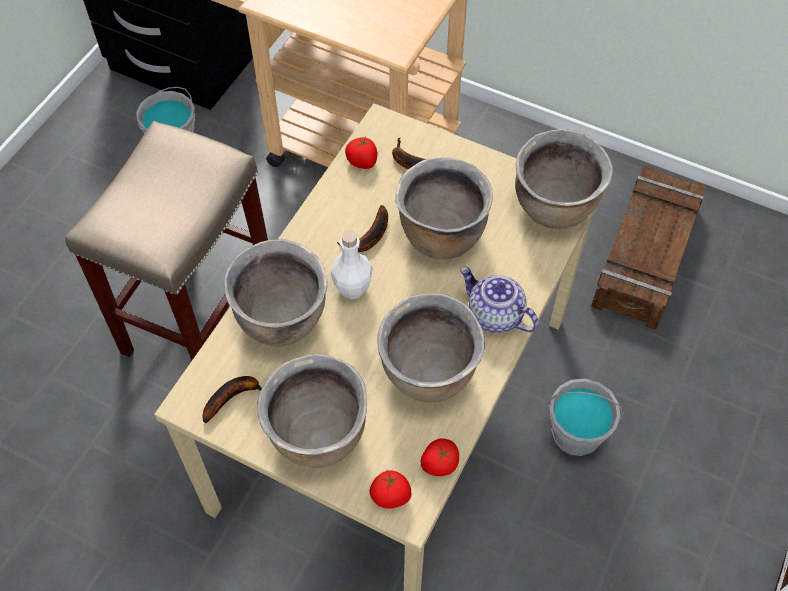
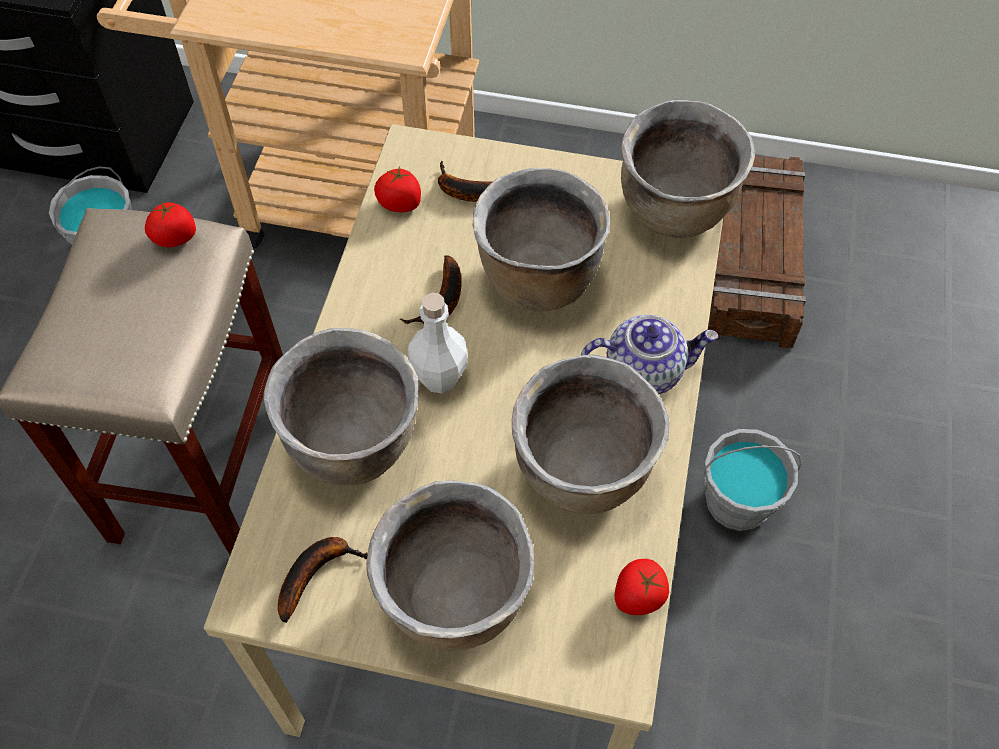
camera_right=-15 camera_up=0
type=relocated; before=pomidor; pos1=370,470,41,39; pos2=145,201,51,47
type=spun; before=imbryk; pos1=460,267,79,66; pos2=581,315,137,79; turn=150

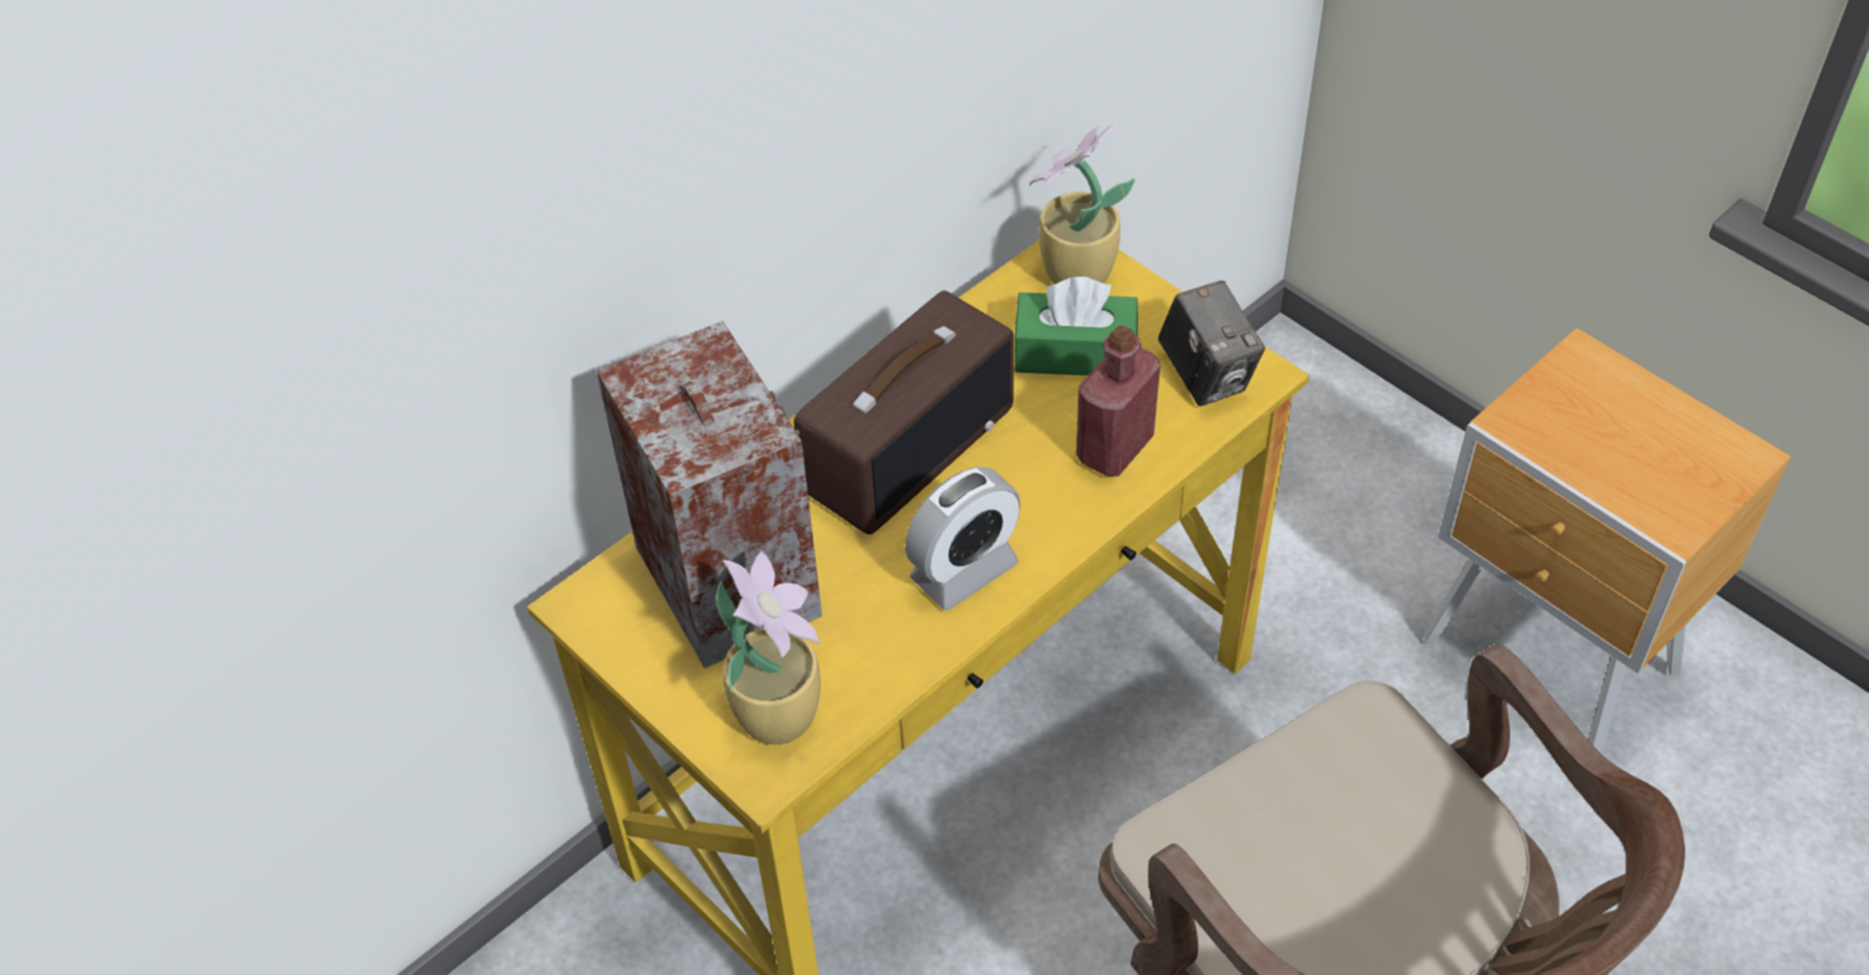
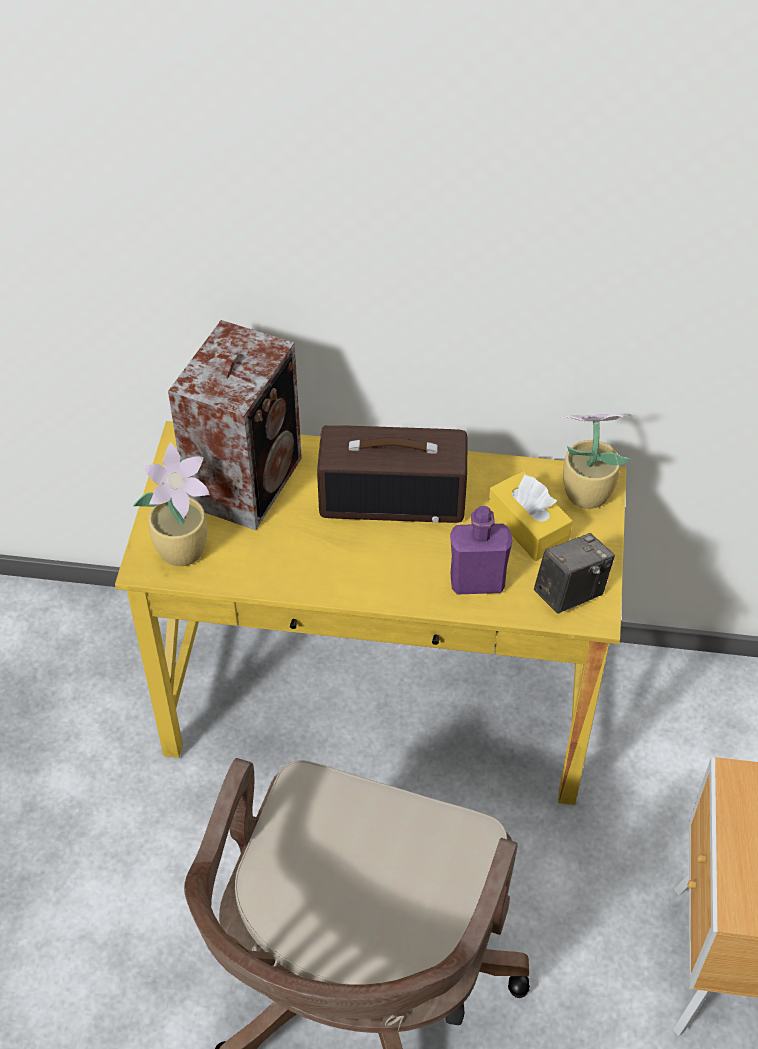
camera_right=50 camera_up=0
type=missing; before=budzik; pos1=905,467,115,144
type=colour; before=pudełko chusteczek (zielony); after=pudełko chusteczek (żółty); pos1=1014,277,124,99; pos2=488,471,85,90
type=colour; before=butelka (czerwony); after=butelka (fioletowy); pos1=1076,325,84,151; pos2=450,506,63,89
type=spun; before=aparat fotograficzny; pos1=1158,280,107,126; pos2=534,533,81,81; turn=-150

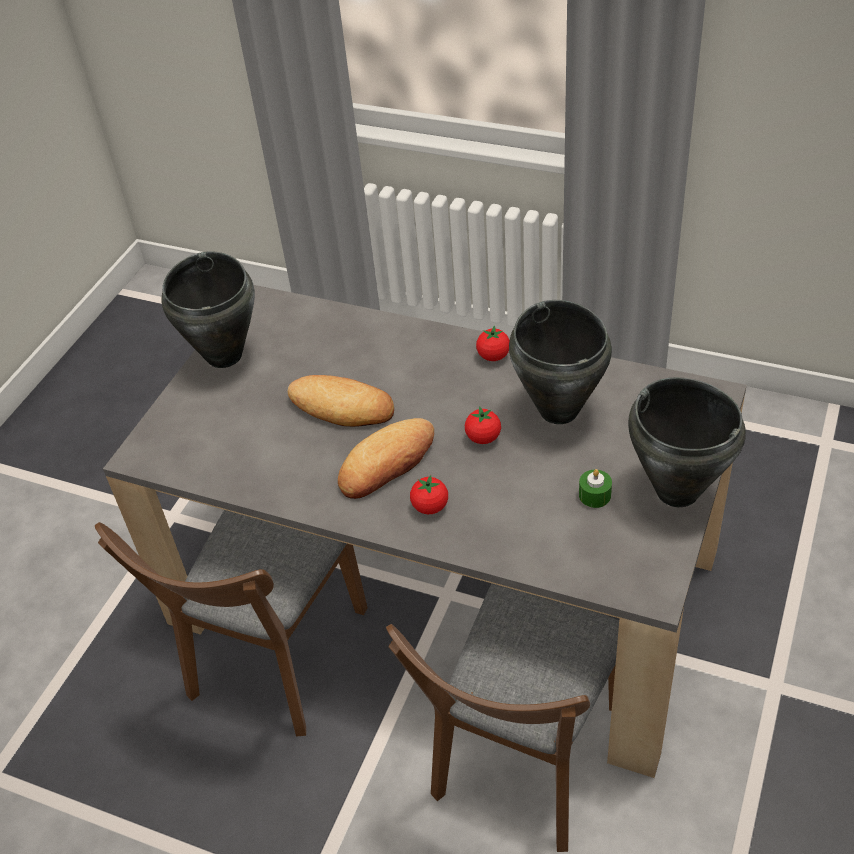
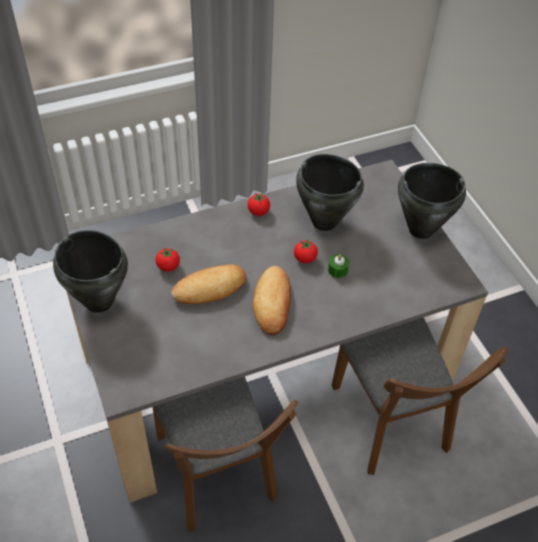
camera_right=-50 camera_up=5
type=relocated; before=pomidor; pos1=410,475,38,39; pos2=156,248,24,24
type=relocated; before=świeca (zielony); pos1=579,469,33,39; pos2=328,254,21,24

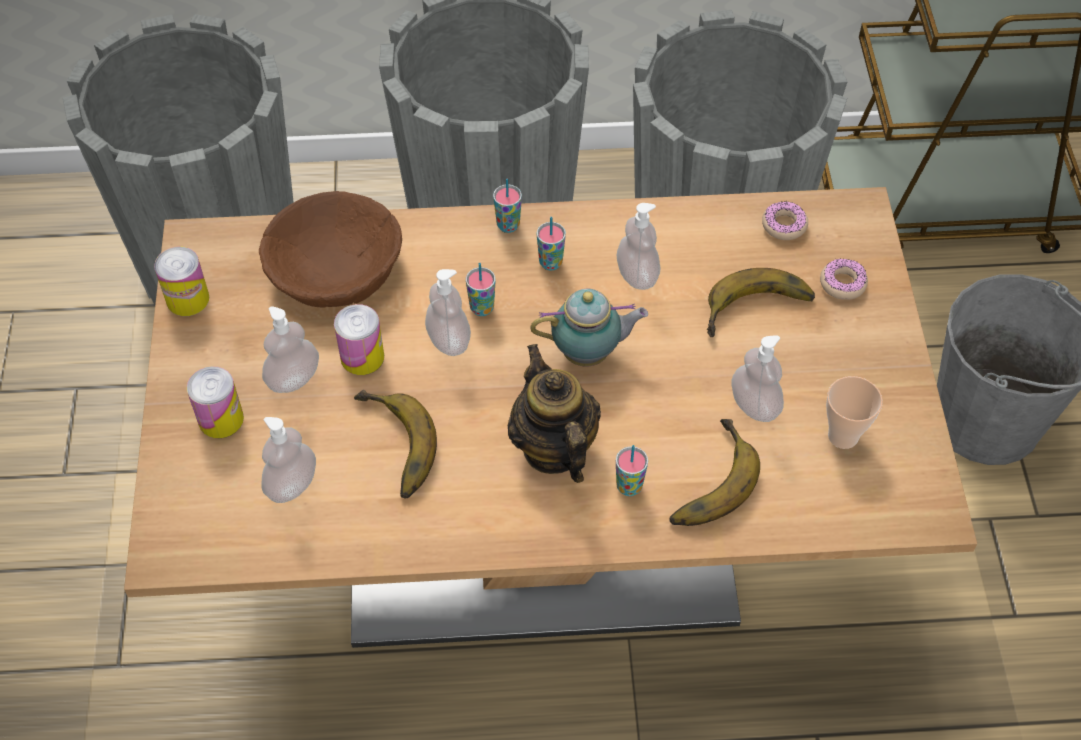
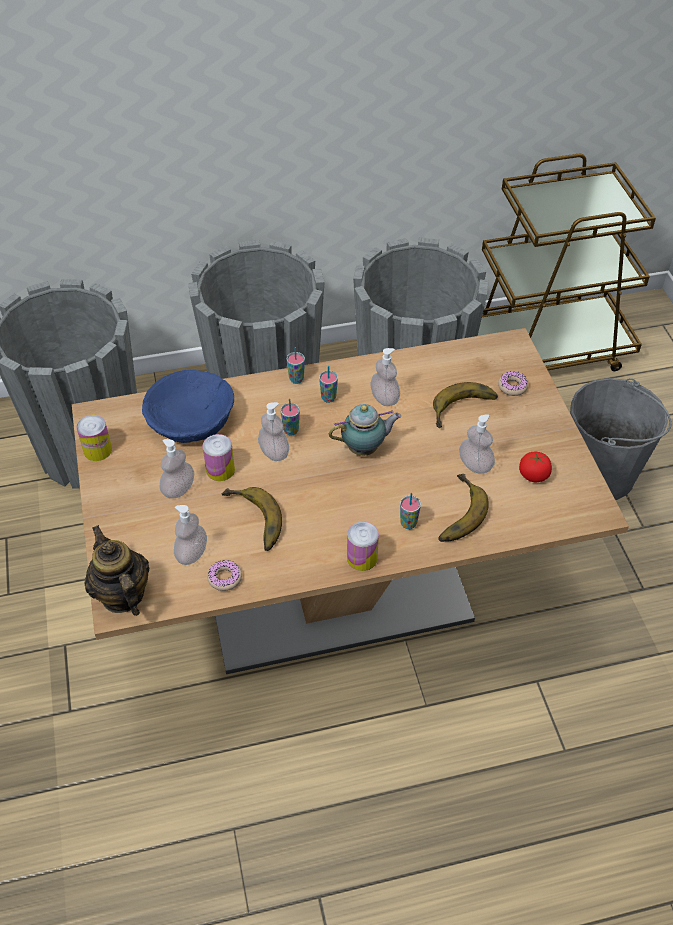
camera_right=-10 camera_up=-5
type=relocated; before=puszka; pos1=187,366,57,72; pos2=347,522,32,49
type=colour; before=miska (brązowy); after=miska (niebieski); pos1=259,191,143,117; pos2=142,370,92,73
type=relocated; before=imbryk; pos1=508,344,93,139; pos2=85,525,64,91
type=relocated; before=donut; pos1=762,201,46,39; pos2=207,560,35,31
type=exchanged; before=filiżanka; after=pomidor; pos1=826,376,57,73; pos2=519,452,33,30

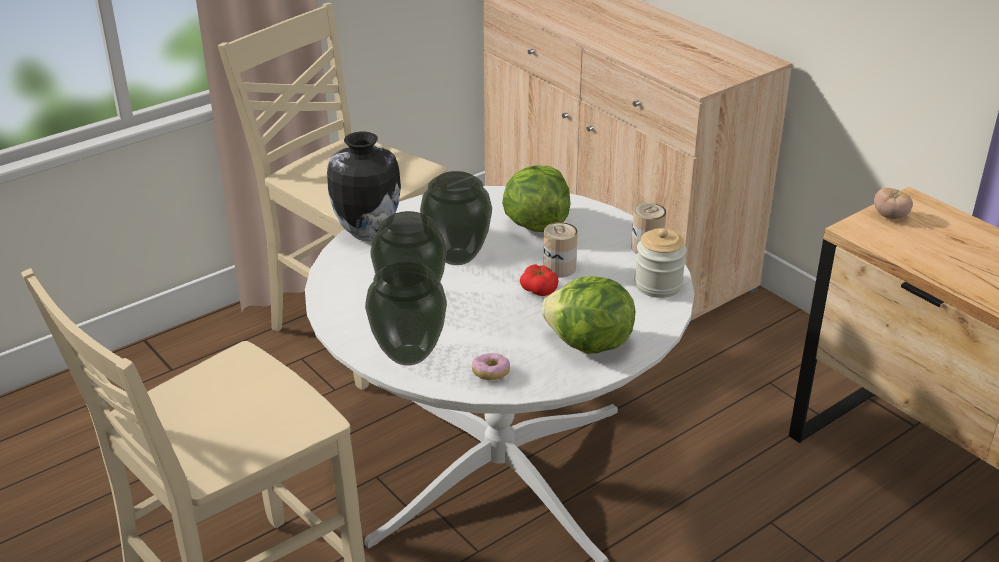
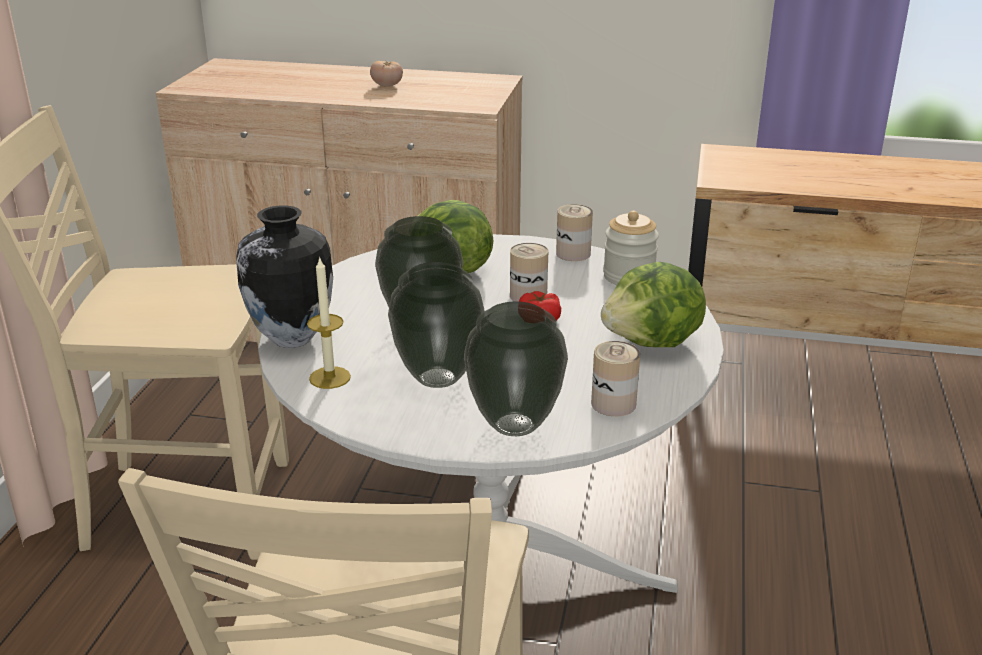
camera_right=-40 camera_up=-5
type=exchanged; before=donut; after=puszka; pos1=472,353,38,27; pos2=591,341,49,75
type=relocated; before=pomidor; pos1=874,188,39,31; pos2=370,61,33,25
type=appeared; after=świeca; pos2=307,256,44,133

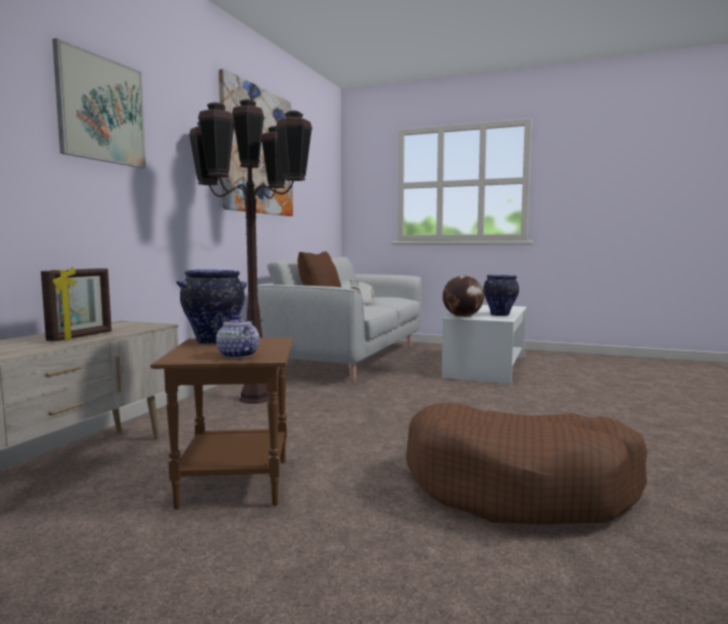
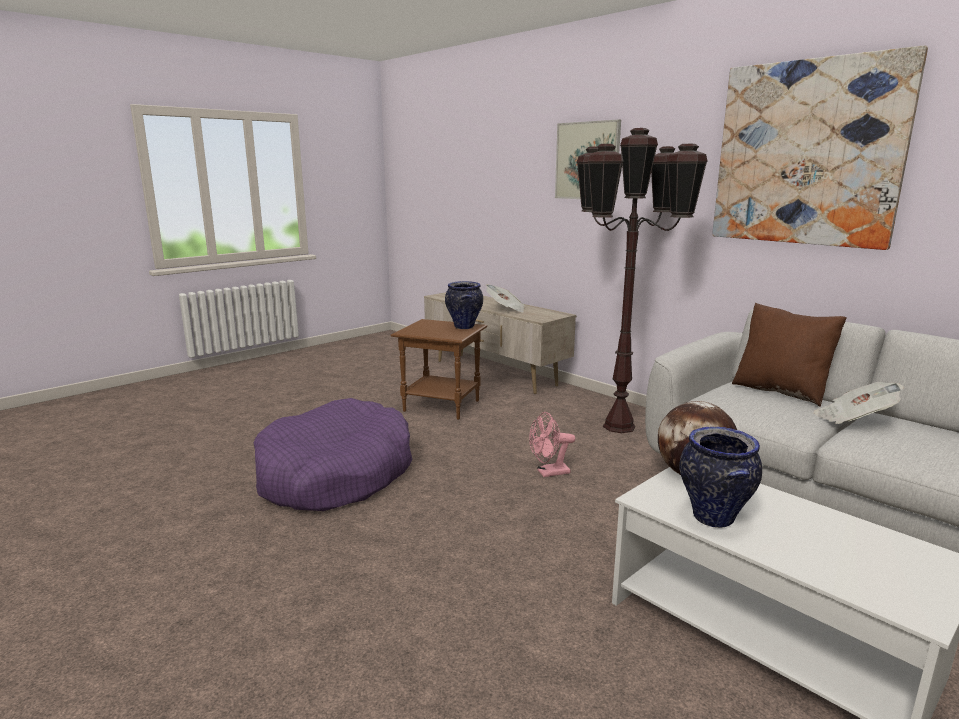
camera_right=115 camera_up=10
type=exchanged; before=ramka na zdjęcie; after=gazeta; pos1=41,267,71,74; pos2=486,284,39,29
type=missing; before=imbryk; pos1=216,315,44,43
type=colour; before=legowisko (brązowy); after=legowisko (fioletowy); pos1=406,403,242,122; pos2=254,398,158,113
type=appeared; after=wentylator (różowy); pos2=529,412,46,65

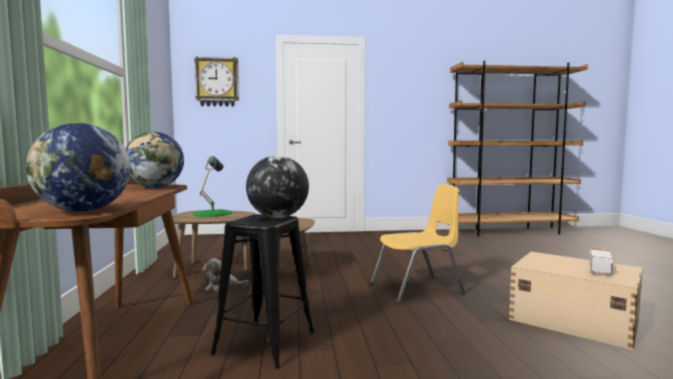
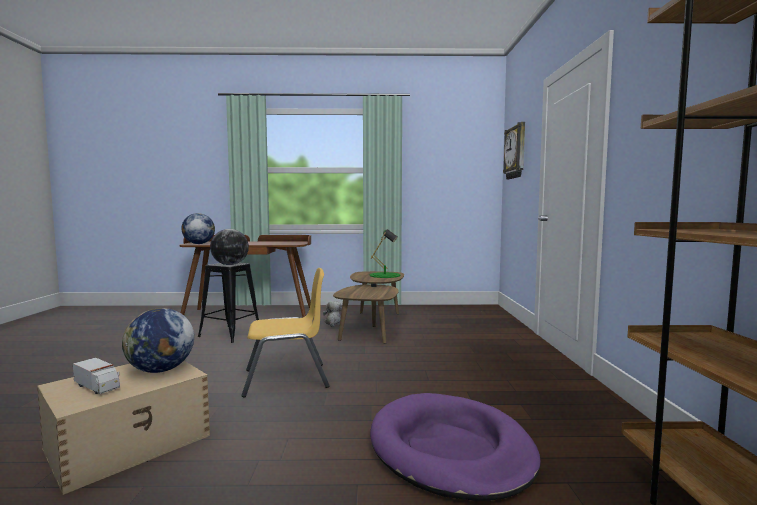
camera_right=95 camera_up=0
type=relocated; before=globus; pos1=125,132,59,56; pos2=122,308,72,65
type=spun; before=krzesło (żółty); pos1=370,184,96,120; pos2=241,268,89,129; turn=-90
type=appeared; after=legowisko (fioletowy); pos2=370,393,171,108

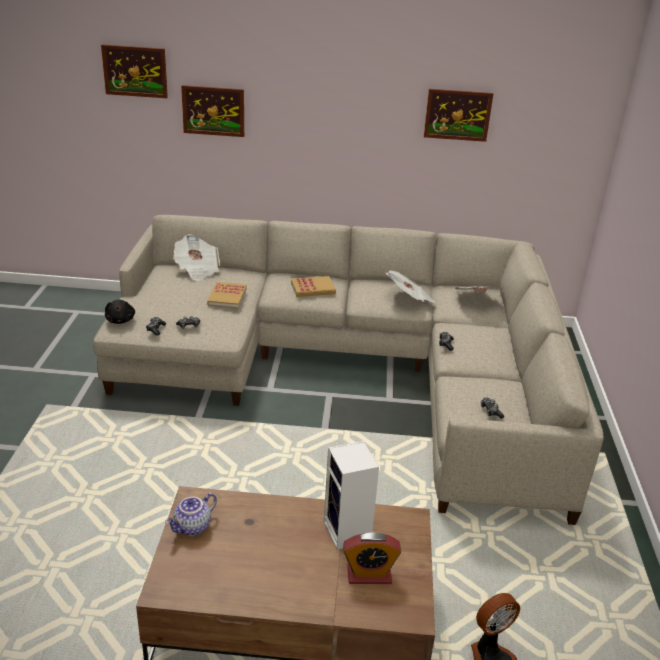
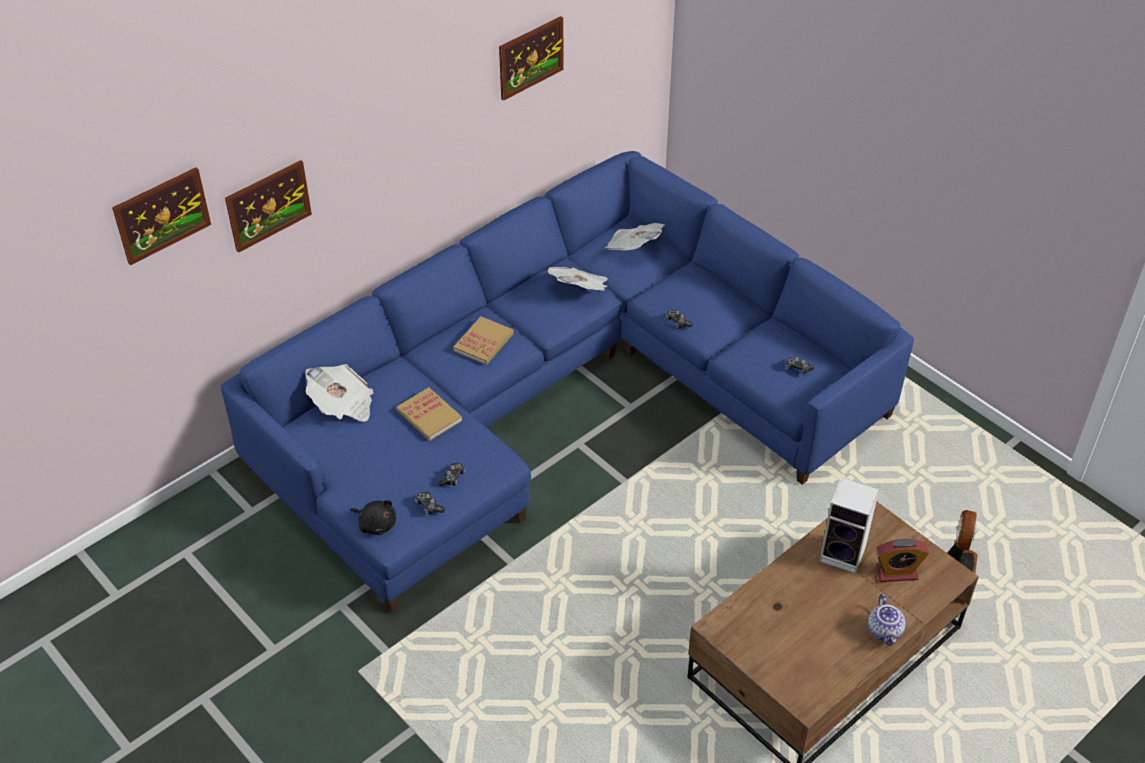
camera_right=-45 camera_up=15
type=colour; before=kanapa (beżowy); after=kanapa (niebieski); pos1=93,215,511,310; pos2=221,151,693,461
type=relocated; before=imbryk; pos1=165,493,52,43; pos2=868,594,37,52
type=spun; before=budzik; pos1=343,532,58,52; pos2=876,539,53,43; turn=45

